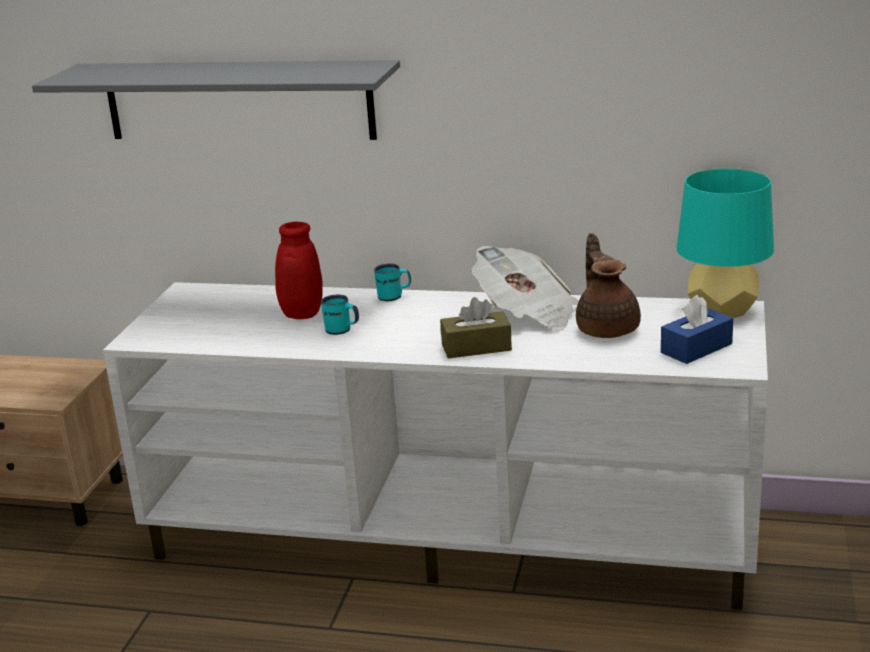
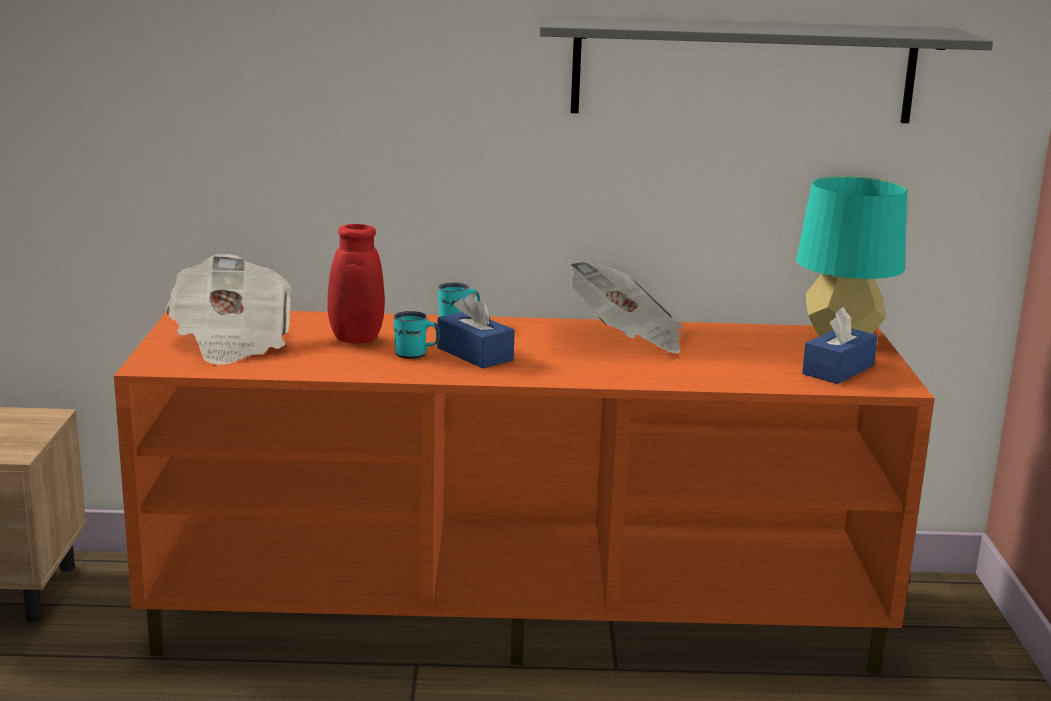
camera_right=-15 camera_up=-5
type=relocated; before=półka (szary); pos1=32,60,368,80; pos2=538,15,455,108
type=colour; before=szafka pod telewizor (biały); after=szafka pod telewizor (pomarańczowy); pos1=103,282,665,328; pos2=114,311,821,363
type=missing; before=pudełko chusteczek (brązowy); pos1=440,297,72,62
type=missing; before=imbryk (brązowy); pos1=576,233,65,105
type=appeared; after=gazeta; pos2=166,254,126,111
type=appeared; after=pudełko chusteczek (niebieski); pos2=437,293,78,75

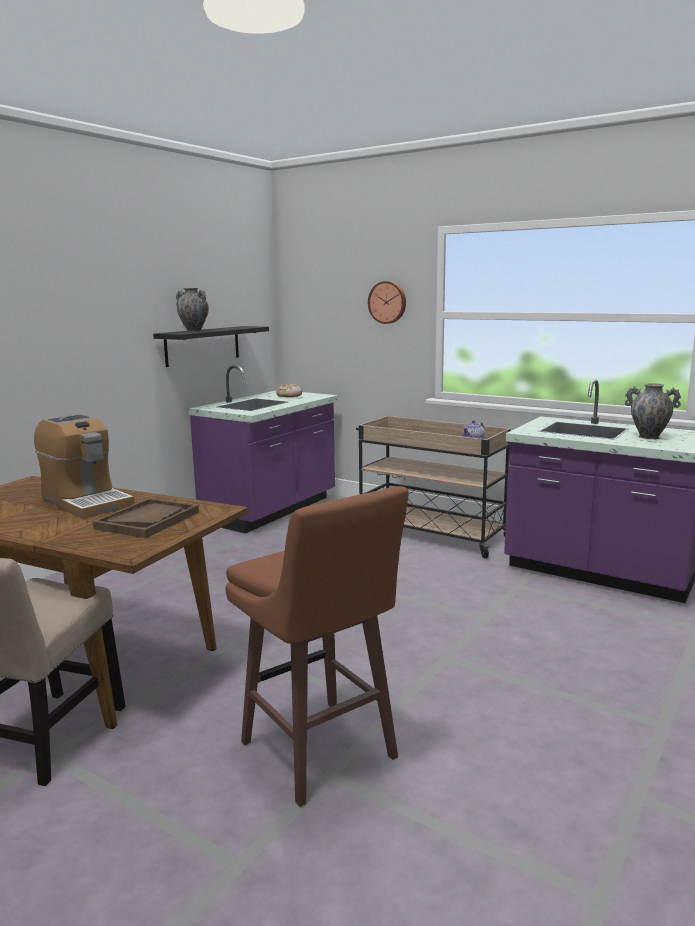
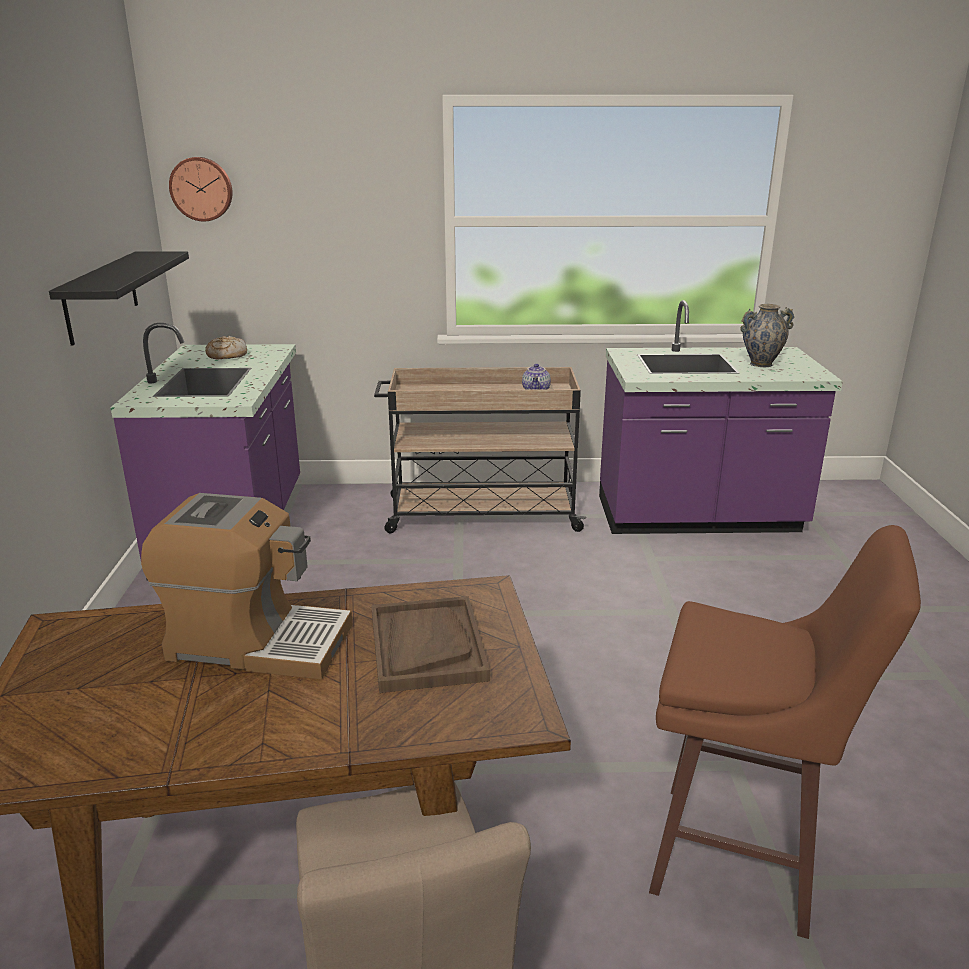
camera_right=-35 camera_up=10
type=missing; before=wazon; pos1=176,288,33,44
type=relocated; before=zegar ścienny; pos1=368,281,38,43; pos2=169,157,64,65

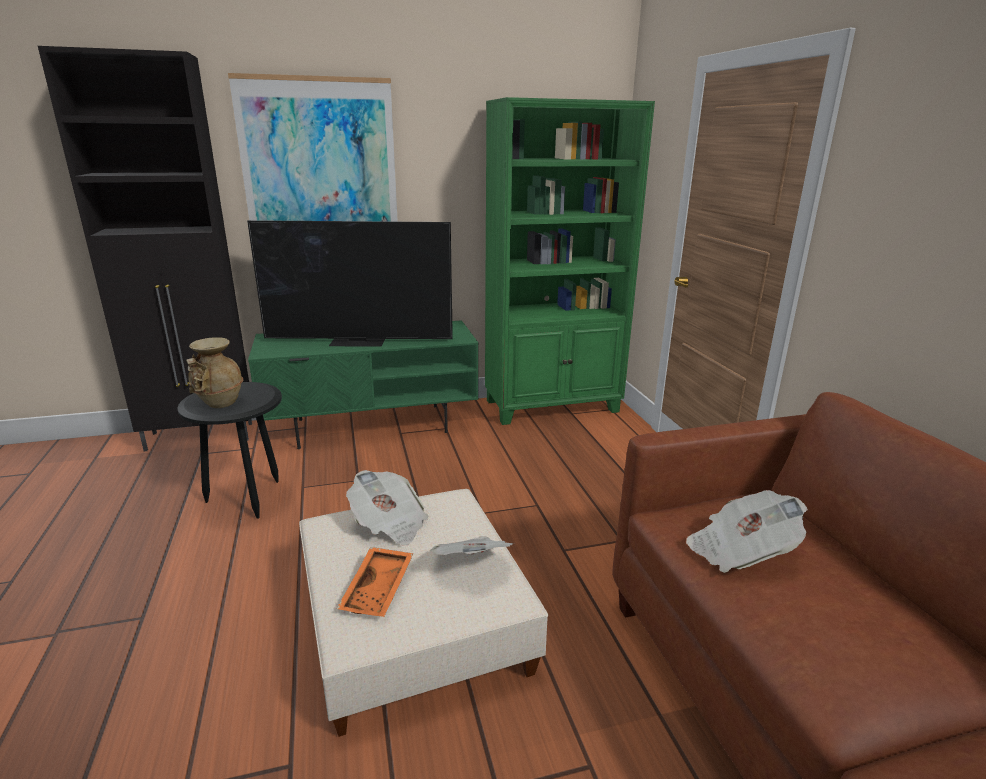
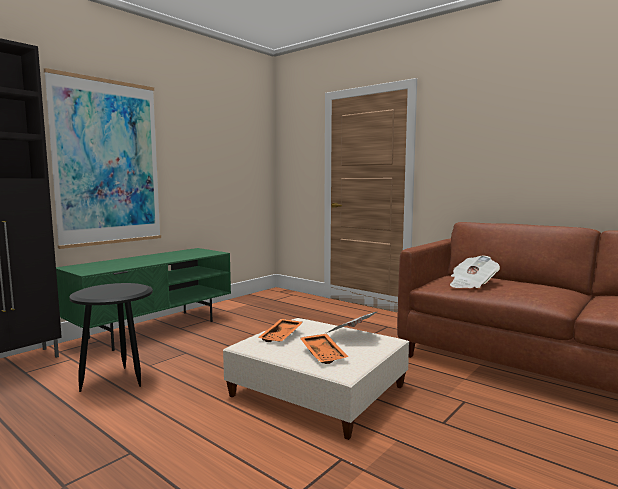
camera_right=-35 camera_up=-15
type=missing; before=wazon (beżowy); pos1=186,337,58,71
type=missing; before=telewizor; pos1=247,220,206,127
type=exchanged; before=gazeta; after=taca (pomarańczowy); pos1=346,470,83,76; pos2=258,319,45,23
type=missing; before=regał (zielony); pos1=485,97,170,328

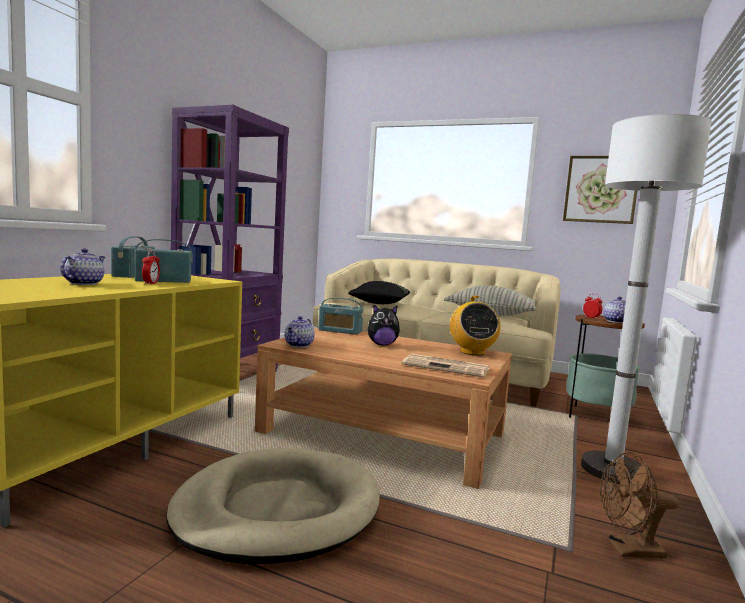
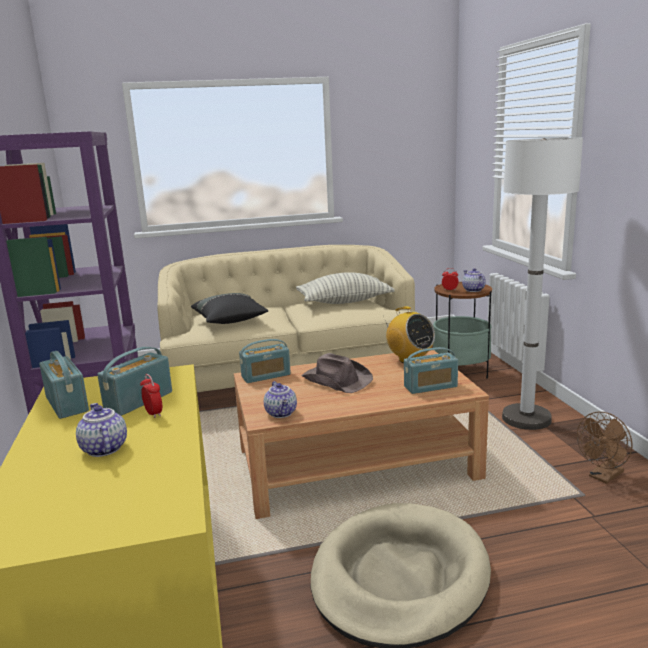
camera_right=-35 camera_up=10
type=exchanged; before=pluszak; after=kapelusz (brązowy); pos1=368,305,32,40; pos2=302,353,71,40
type=exchanged; before=gazeta; after=radio; pos1=402,354,88,24; pos2=404,347,54,47
type=missing; before=obraz; pos1=563,156,74,68

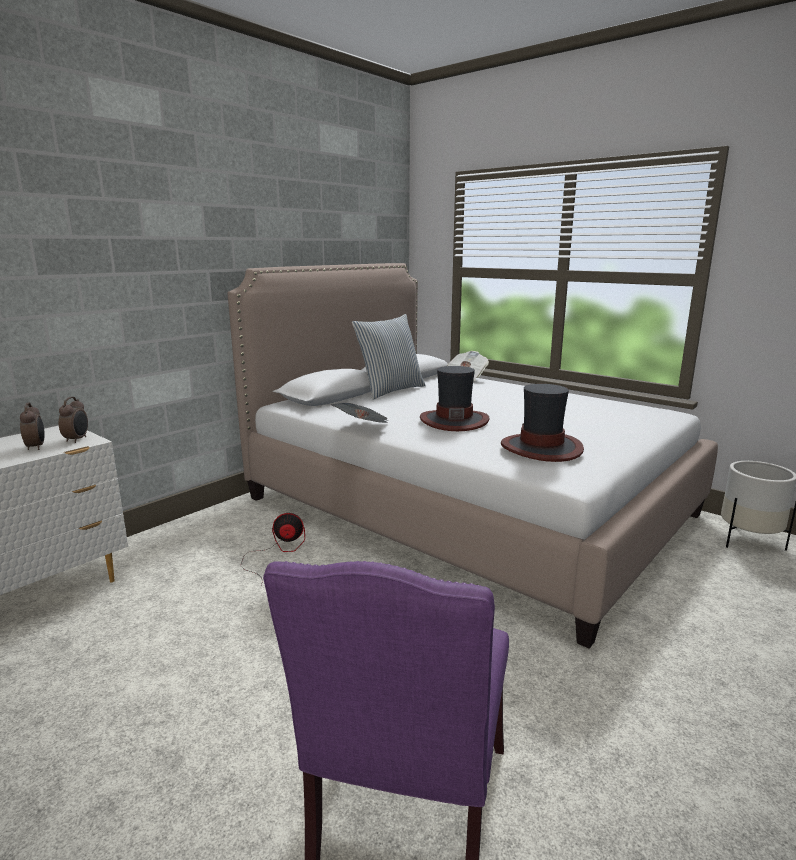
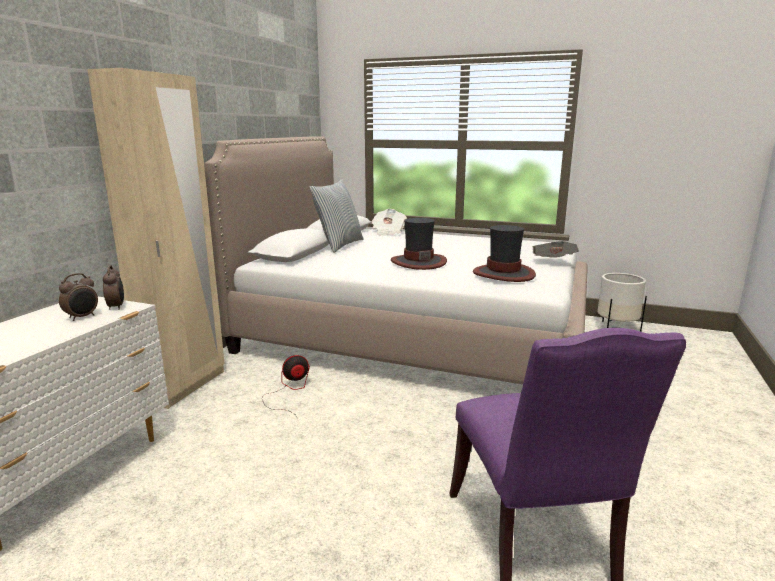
camera_right=-20 camera_up=0
type=spun; before=budzik; pos1=20,403,25,47; pos2=59,273,39,48; turn=75
type=relocated; before=gazeta; pos1=331,403,58,20; pos2=532,241,47,17
type=appeared; after=szafa (beżowy); pos2=87,68,138,341

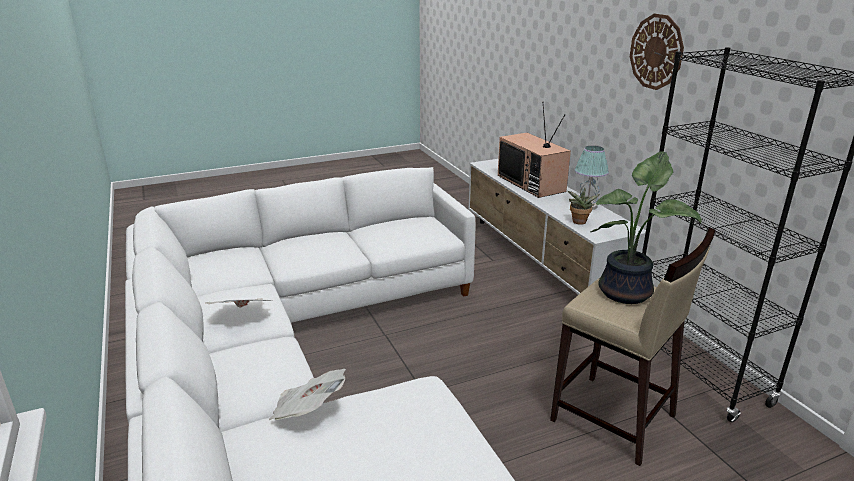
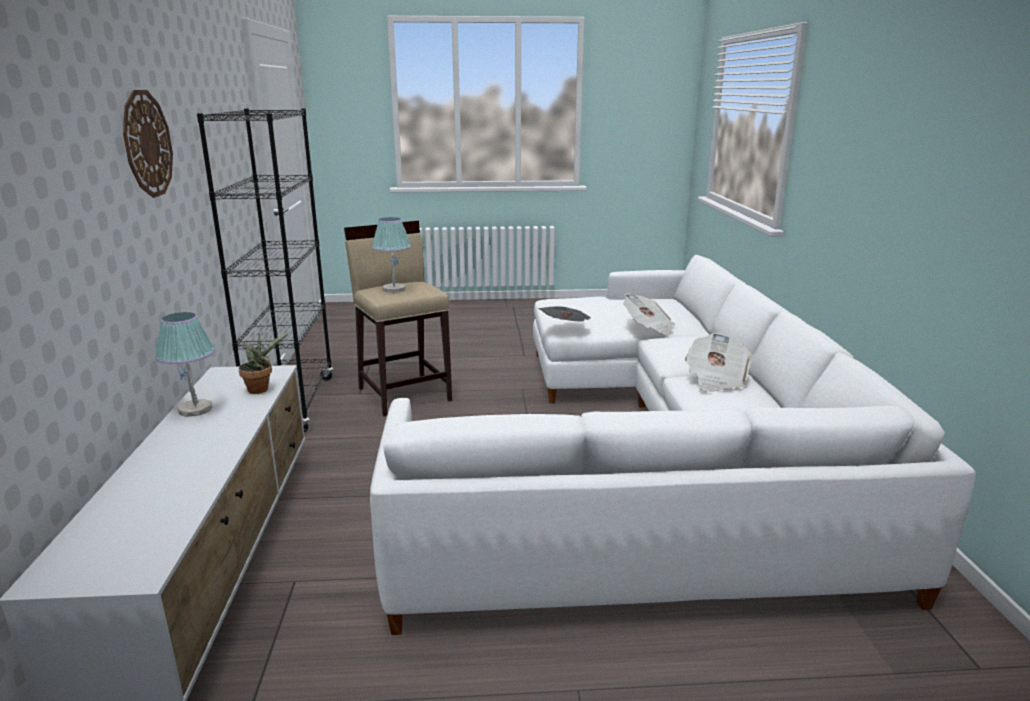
camera_right=-160 camera_up=-5
type=missing; before=telewizor; pos1=498,102,73,96
type=exchanged; before=roślina doniczkowa; after=lampa stołowa; pos1=591,152,111,152; pos2=372,217,39,76
type=appeared; after=gazeta; pos2=538,306,53,16

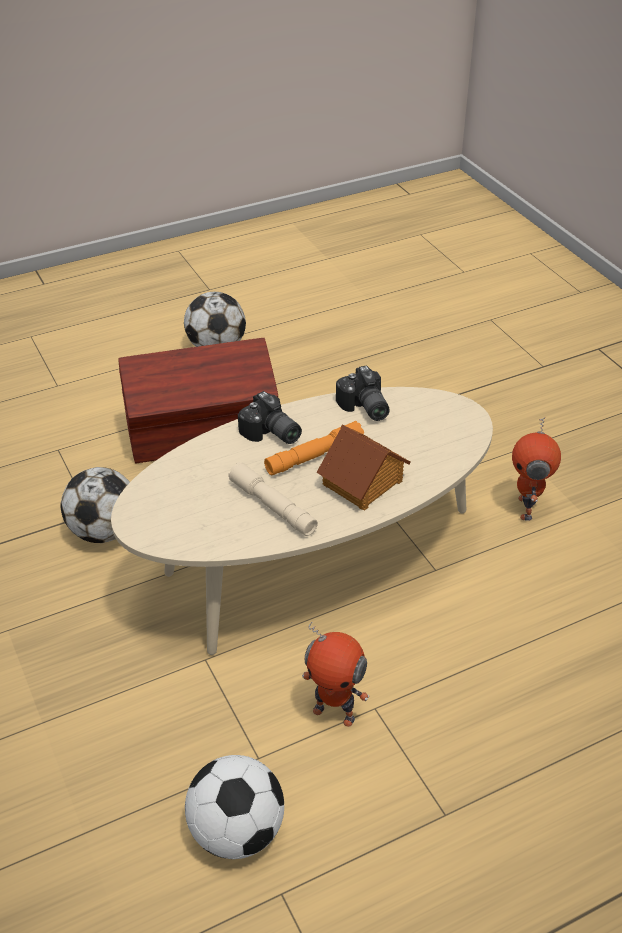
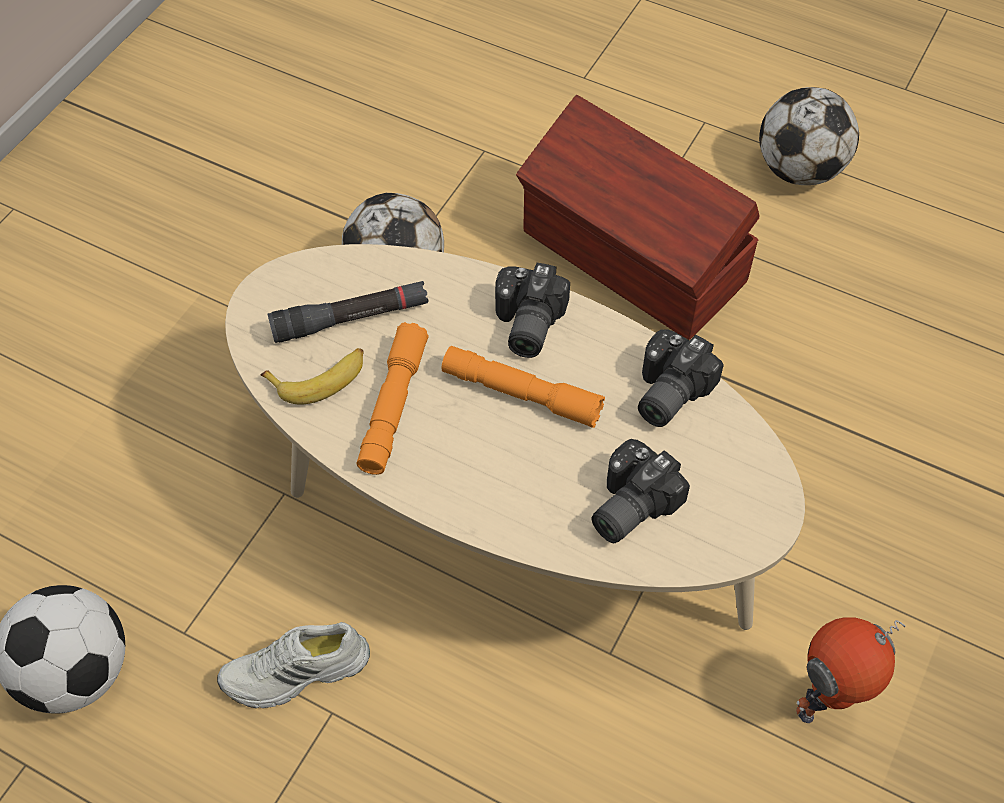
camera_right=55 camera_up=15
type=colour; before=latarka (beżowy); after=latarka (pomarańczowy); pos1=228,462,90,74; pos2=357,322,72,153
type=exchanged; before=robot zabawkowy; after=but (biały); pos1=302,622,67,105; pos2=217,622,153,86
type=missing; before=domek; pos1=316,425,95,86
type=appeared; after=banan; pos2=261,348,103,56
type=appeared; after=latarka (czarny); pos2=268,281,161,62
type=appeared; after=aparat fotograficzny; pos2=592,439,98,104

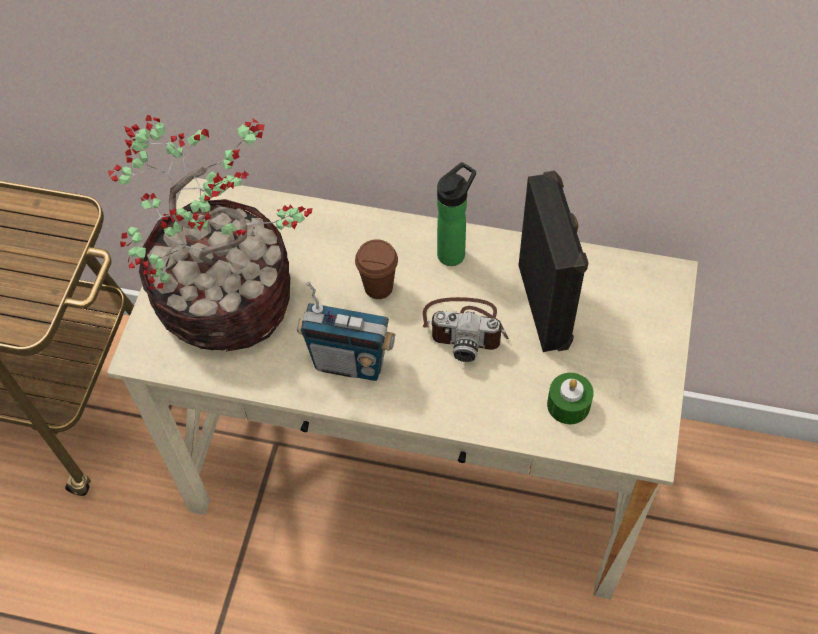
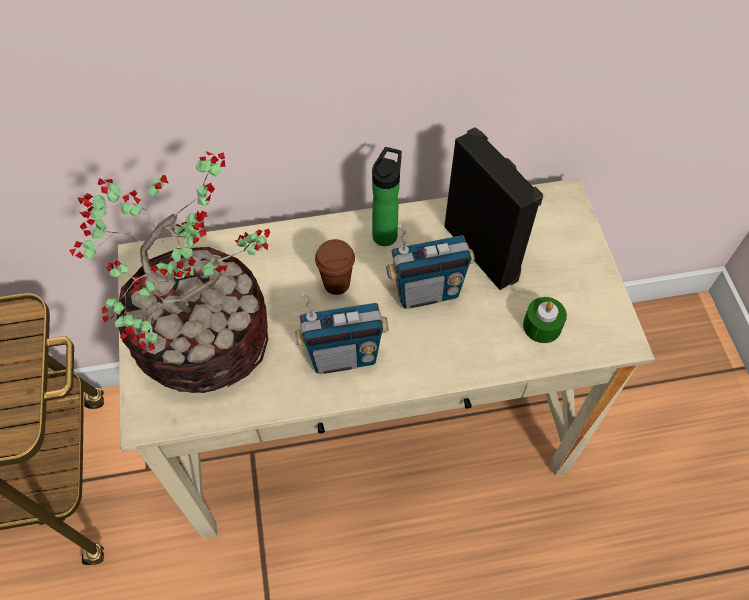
camera_right=-25 camera_up=0
type=exchanged; before=aparat fotograficzny; after=radio; pos1=423,297,86,65; pos2=386,225,89,84

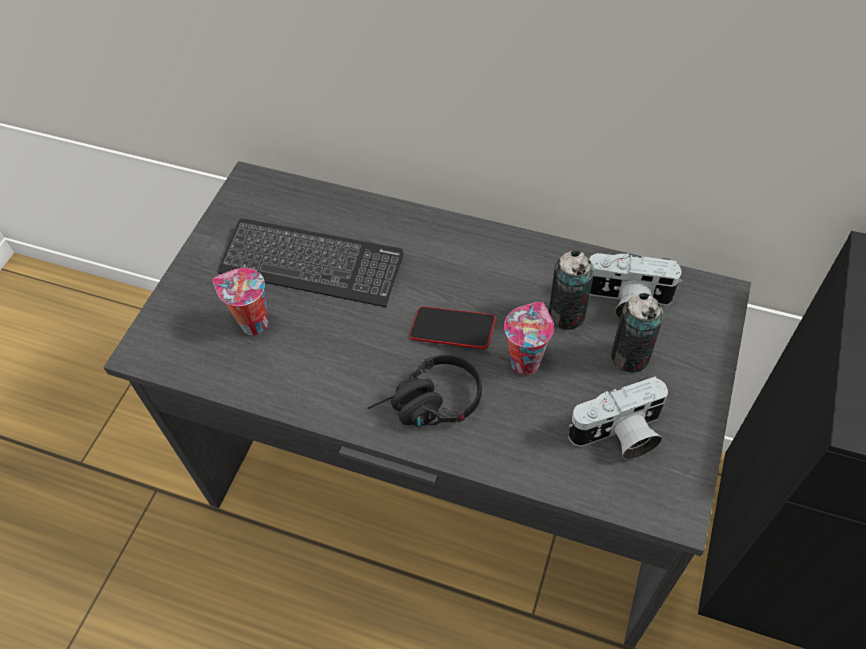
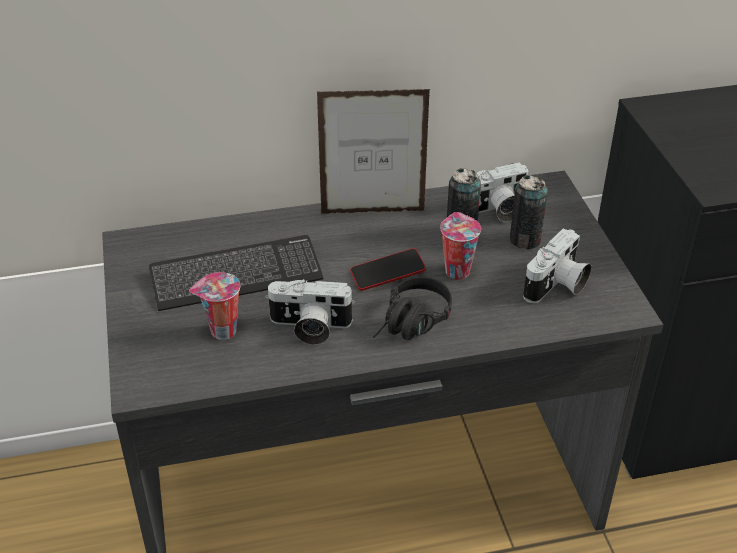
camera_right=-35 camera_up=-15
type=appeared; after=aparat fotograficzny; pos2=265,279,90,66
type=appeared; after=ramka na zdjęcie; pos2=317,89,113,125

